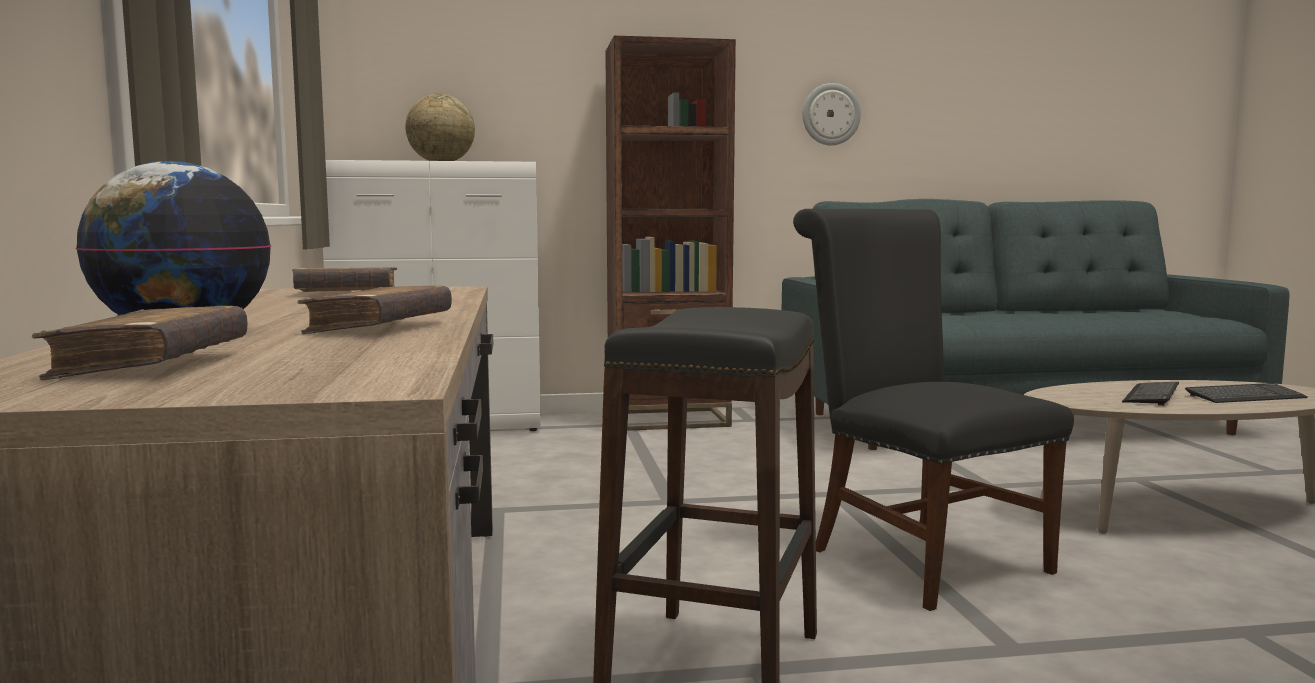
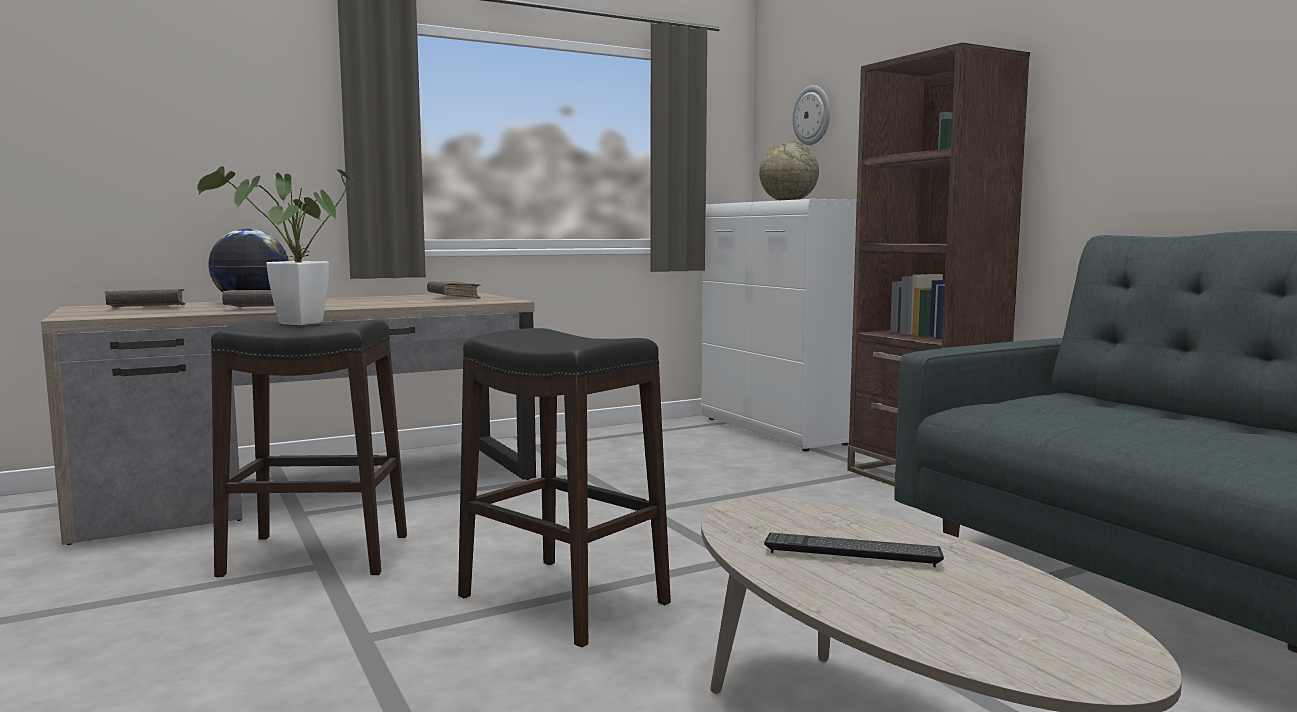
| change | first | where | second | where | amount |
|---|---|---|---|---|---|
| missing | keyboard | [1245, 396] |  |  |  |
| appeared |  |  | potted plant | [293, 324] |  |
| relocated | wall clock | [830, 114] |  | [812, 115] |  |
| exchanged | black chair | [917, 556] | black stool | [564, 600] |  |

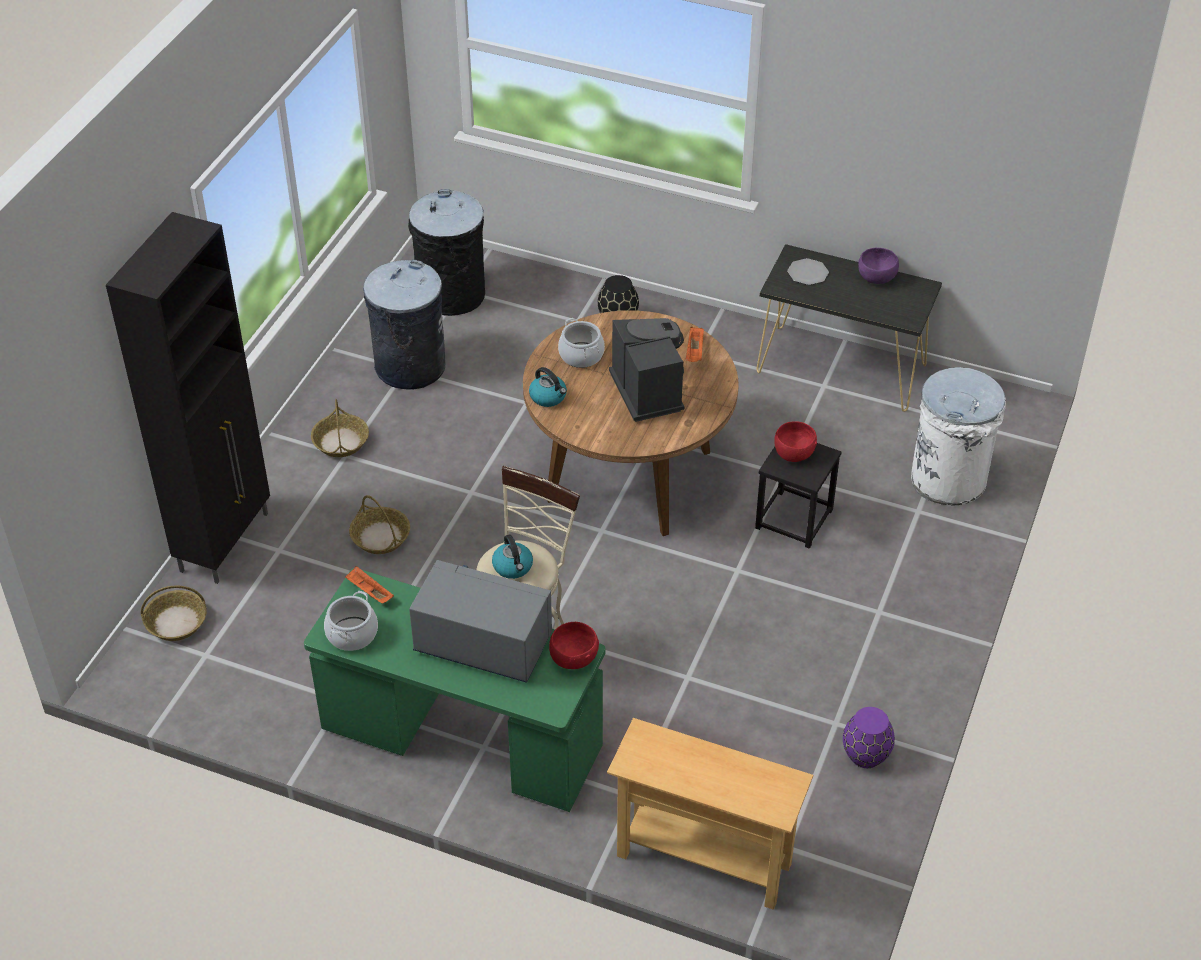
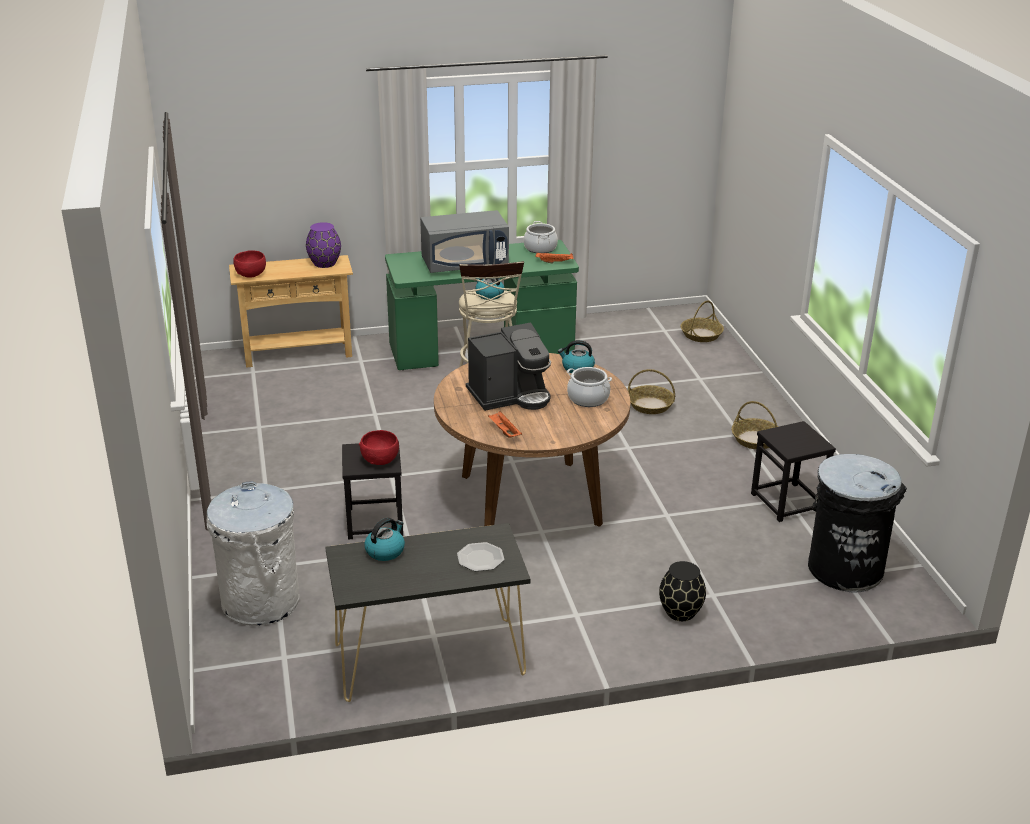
| change | first | where | second | where | amount |
|---|---|---|---|---|---|
| missing | black cabinet | [226, 541] |  |  |  |
| missing | purple bowl | [877, 277] |  |  |  |
| appeared |  |  | kettle | [385, 551] |  |
| relocated | red bowl | [573, 658] |  | [251, 274] |  |
| relocated | purple vase | [865, 756] |  | [324, 263] |  |
| exchanged | grey trash can | [409, 366] | black stool | [788, 502] |  |
| spun | coffee machine | [648, 391] |  | [510, 396] | 60 degrees counterclockwise |

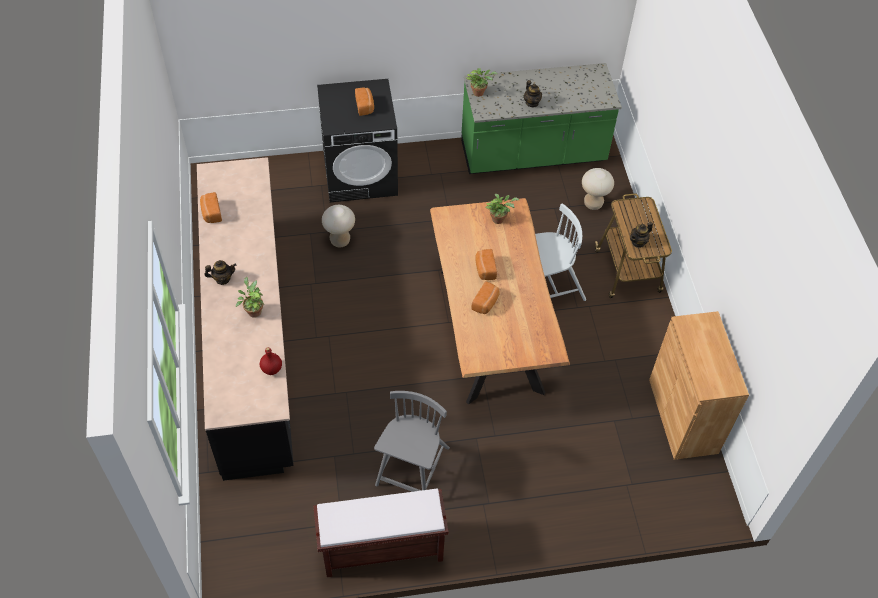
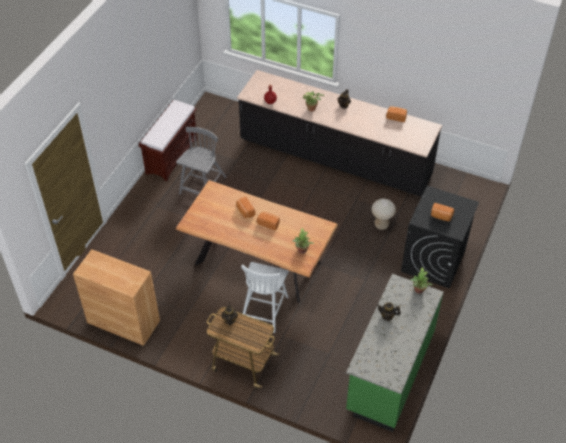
| change | first | where | second | where | amount |
|---|---|---|---|---|---|
| missing | beige stool | [593, 204] |  |  |  |
| spun | grey chair | [412, 468] |  | [202, 186] | 120 degrees counterclockwise |

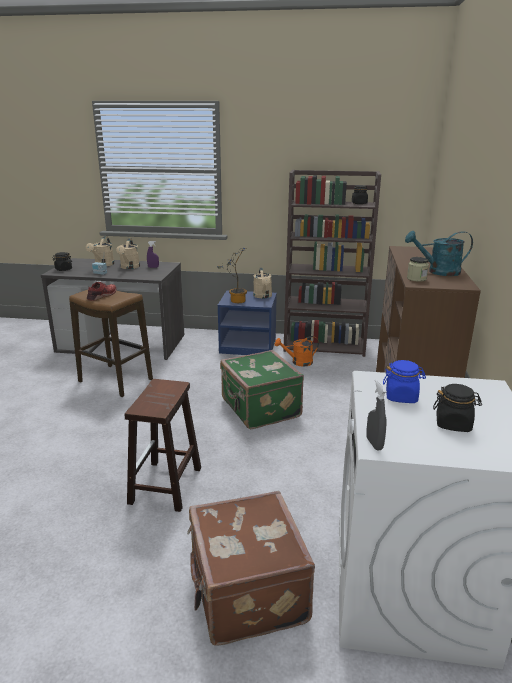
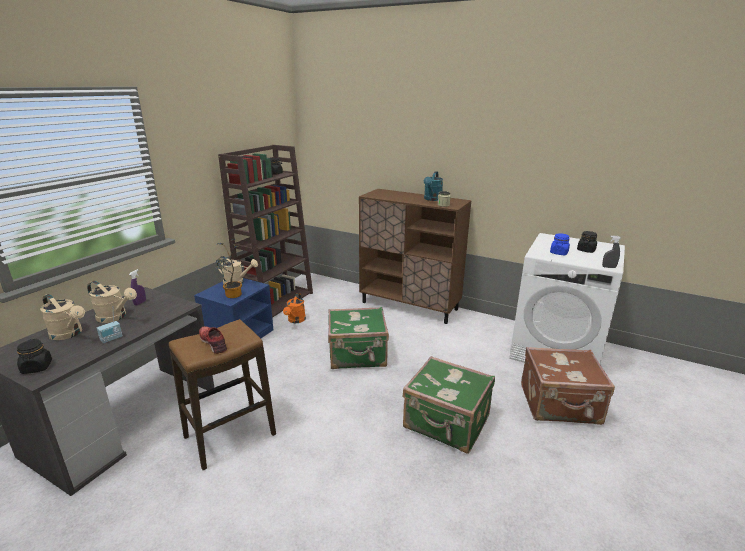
| change | first | where | second | where | amount |
|---|---|---|---|---|---|
| exchanged | brown stool | [165, 486] | green suitcase | [446, 423] |  |

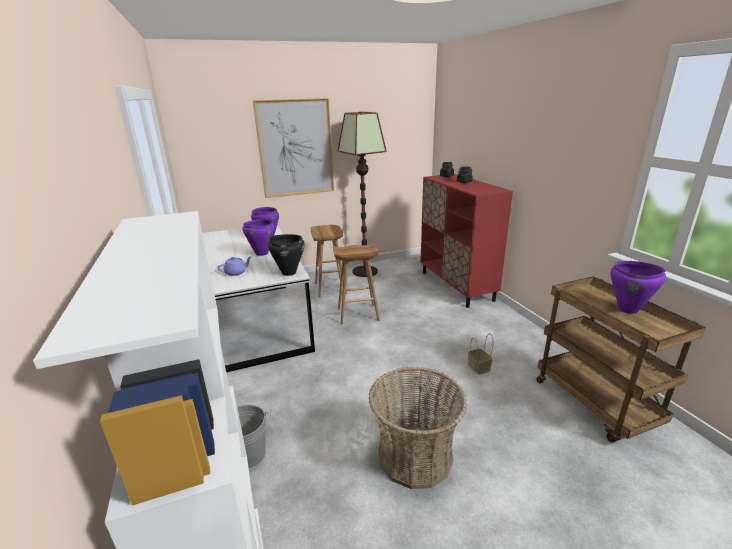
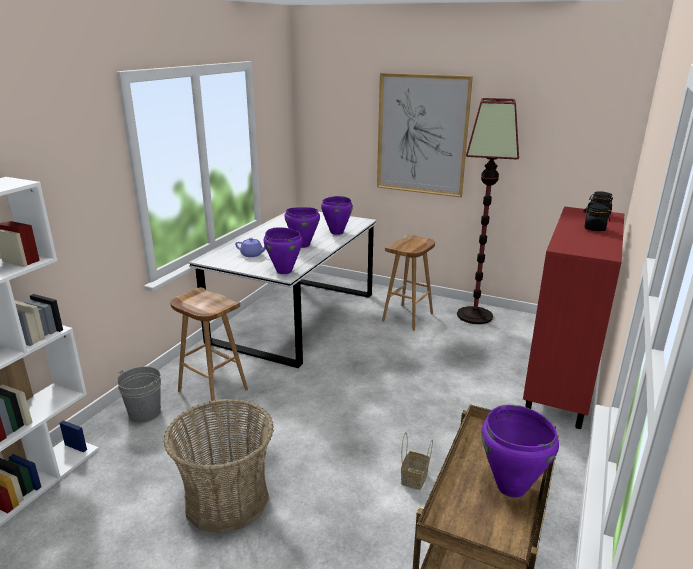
| change | first | where | second | where | amount |
|---|---|---|---|---|---|
| relocated | brown stool | [357, 314] |  | [211, 390] |  |
| colour | black cooking pot | [288, 273] | purple cooking pot | [284, 271] |  |

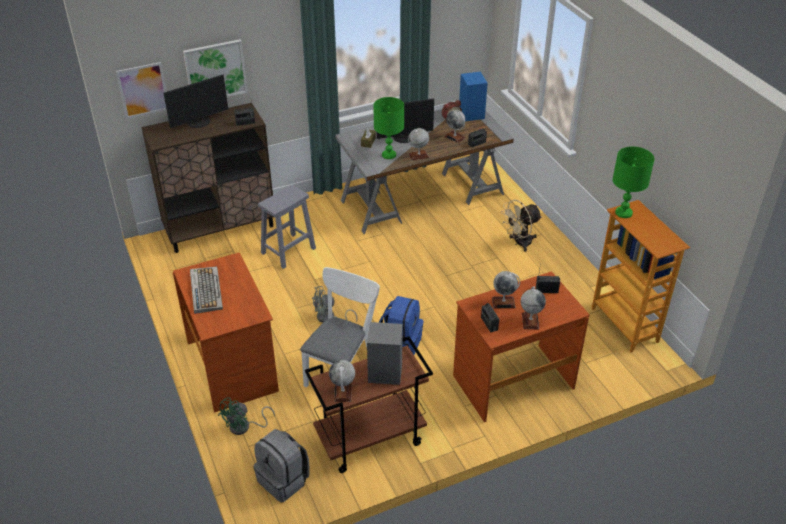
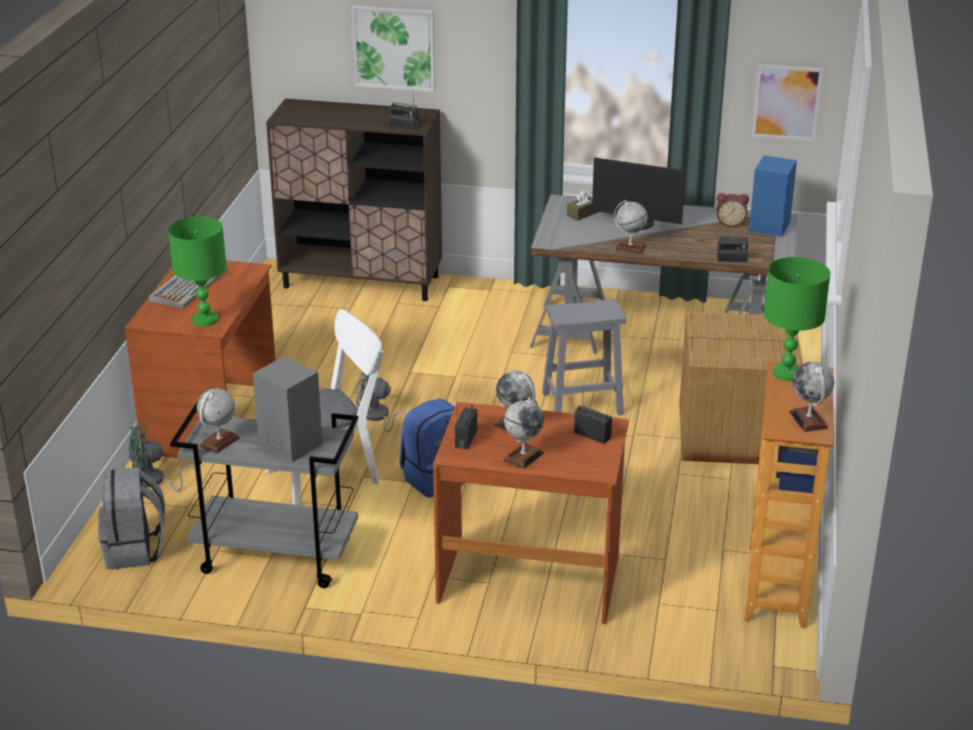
| change | first | where | second | where | amount |
|---|---|---|---|---|---|
| missing | monitor | [199, 122] |  |  |  |
| relocated | picture | [143, 90] |  | [786, 102] |  |
| relocated | grey stool | [288, 251] |  | [581, 404] |  |
| relocated | green table lamp | [389, 155] |  | [205, 320] |  |
| relocated | globe | [454, 137] |  | [808, 420] |  |
| exchanged | beige fan | [519, 243] | cardboard box | [736, 434] |  |
| colour | brown cart | [369, 440] | grey cart | [274, 557] |  |

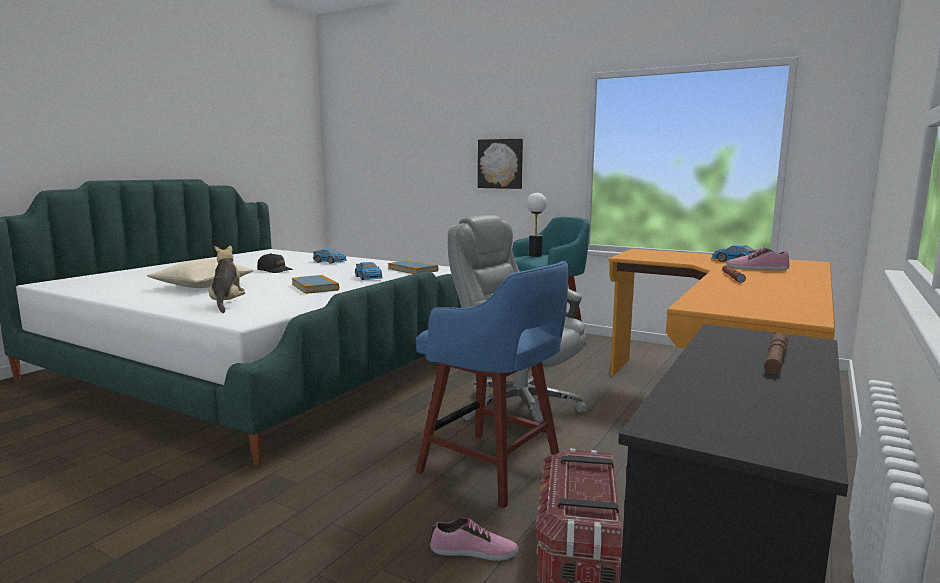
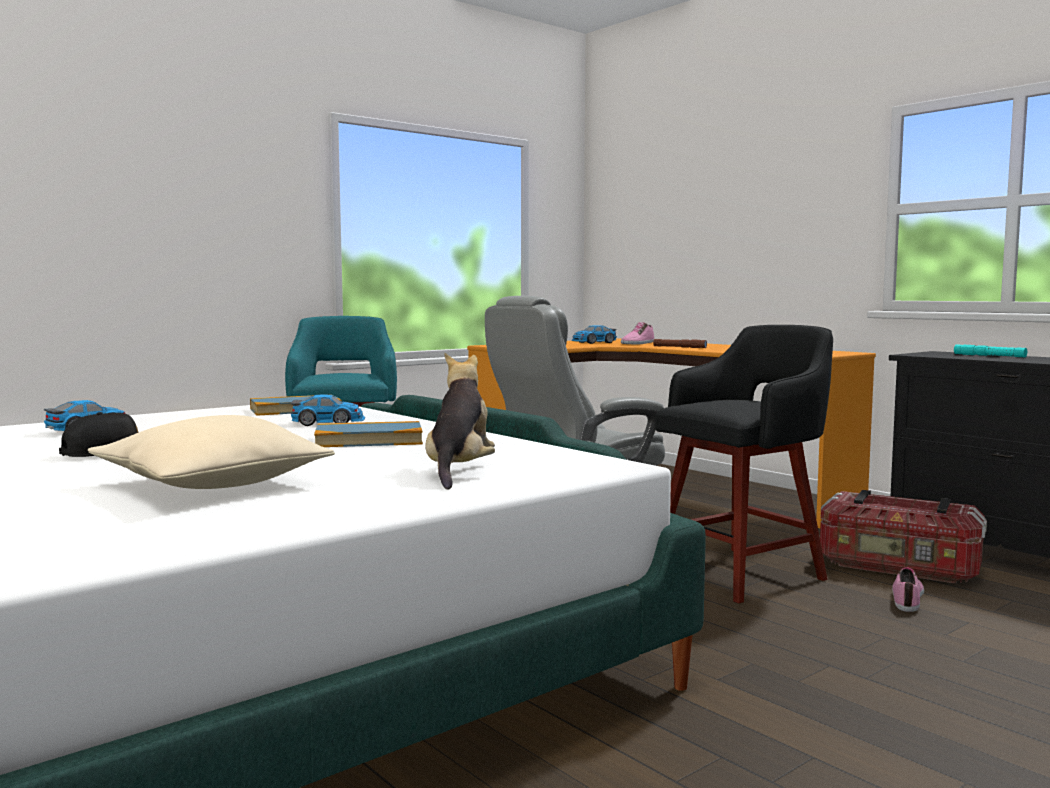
| change | first | where | second | where | amount |
|---|---|---|---|---|---|
| missing | picture | [500, 164] |  |  |  |
| missing | table lamp | [535, 255] |  |  |  |
| colour | blue stool | [493, 469] | black stool | [741, 573] |  |
| colour | brown flashlight | [775, 359] | turquoise flashlight | [989, 356] |  |
| spun | plush toy | [227, 304] |  | [459, 471] | 90 degrees clockwise |

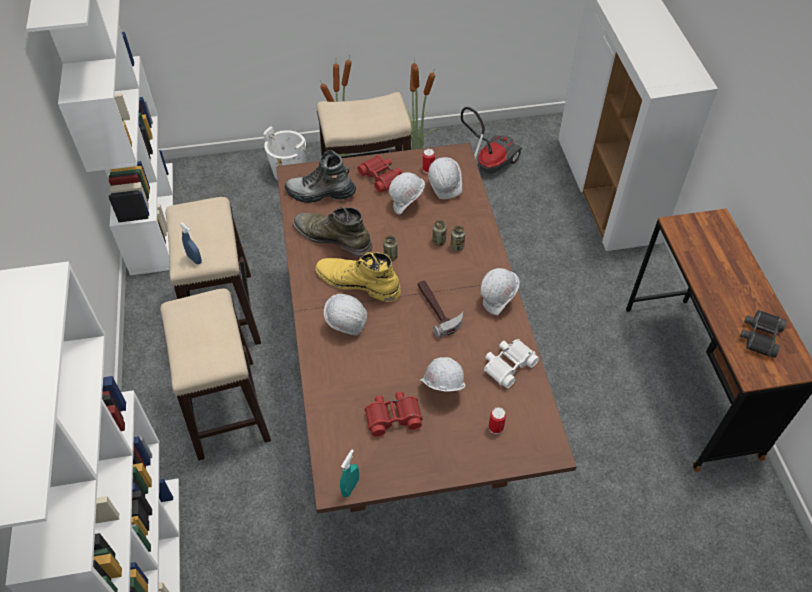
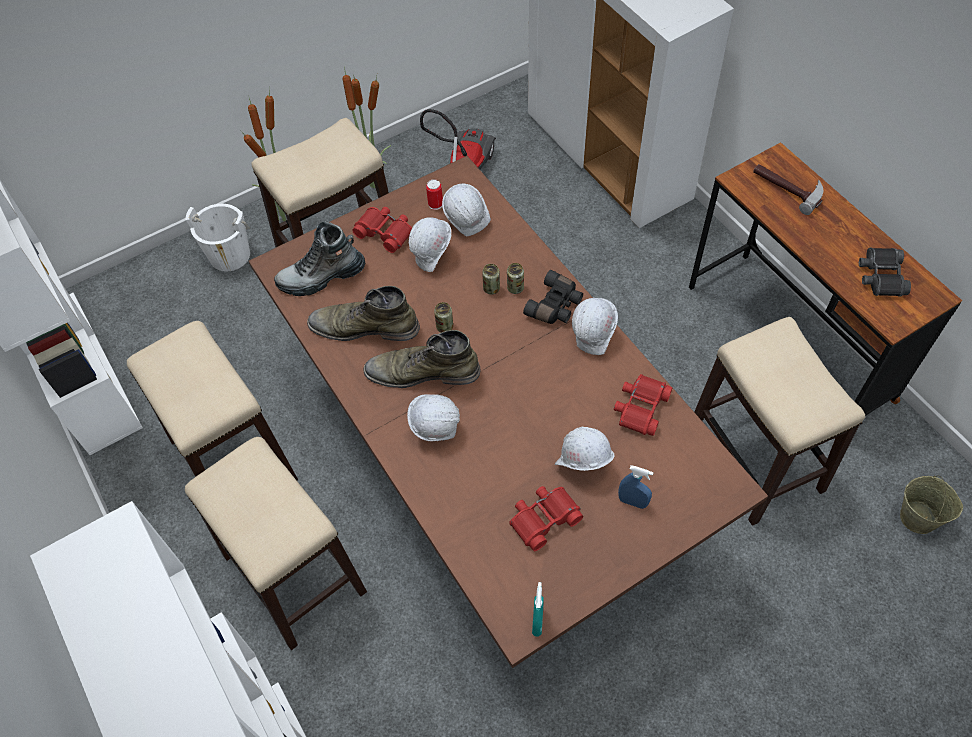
| change | first | where | second | where | amount |
|---|---|---|---|---|---|
| missing | can | [496, 427] |  |  |  |
| appeared |  |  | black binoculars | [555, 306] |  |
| appeared |  |  | stool | [756, 460] |  |
| appeared |  |  | beige bucket | [918, 518] |  |
| relocated | blue spray bottle | [194, 259] |  | [632, 502] |  |
| relocated | hammer | [438, 309] |  | [787, 188] |  |
| colour | yellow boot | [358, 282] | green boot | [422, 372] |  |
| colour | white binoculars | [508, 365] | red binoculars | [640, 408] |  |

